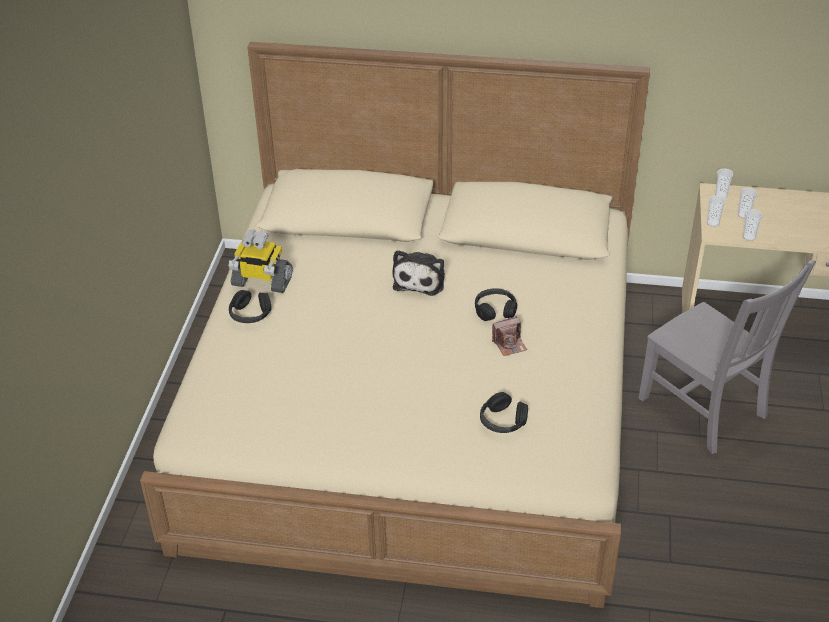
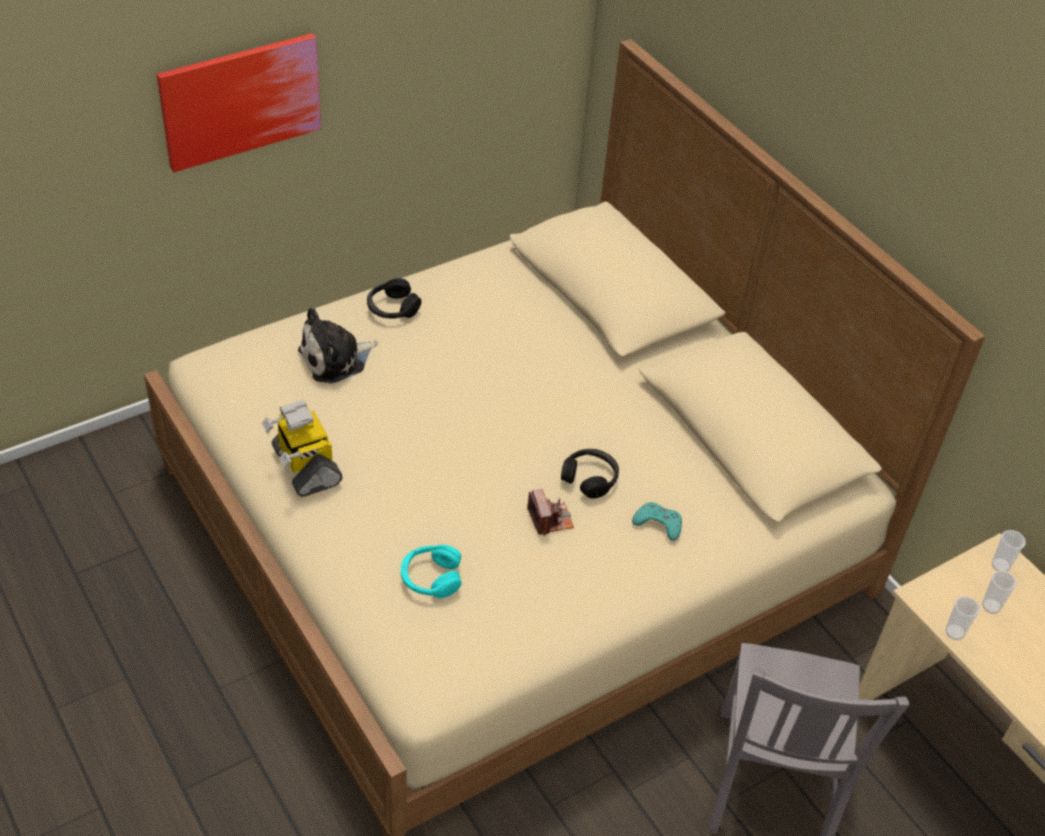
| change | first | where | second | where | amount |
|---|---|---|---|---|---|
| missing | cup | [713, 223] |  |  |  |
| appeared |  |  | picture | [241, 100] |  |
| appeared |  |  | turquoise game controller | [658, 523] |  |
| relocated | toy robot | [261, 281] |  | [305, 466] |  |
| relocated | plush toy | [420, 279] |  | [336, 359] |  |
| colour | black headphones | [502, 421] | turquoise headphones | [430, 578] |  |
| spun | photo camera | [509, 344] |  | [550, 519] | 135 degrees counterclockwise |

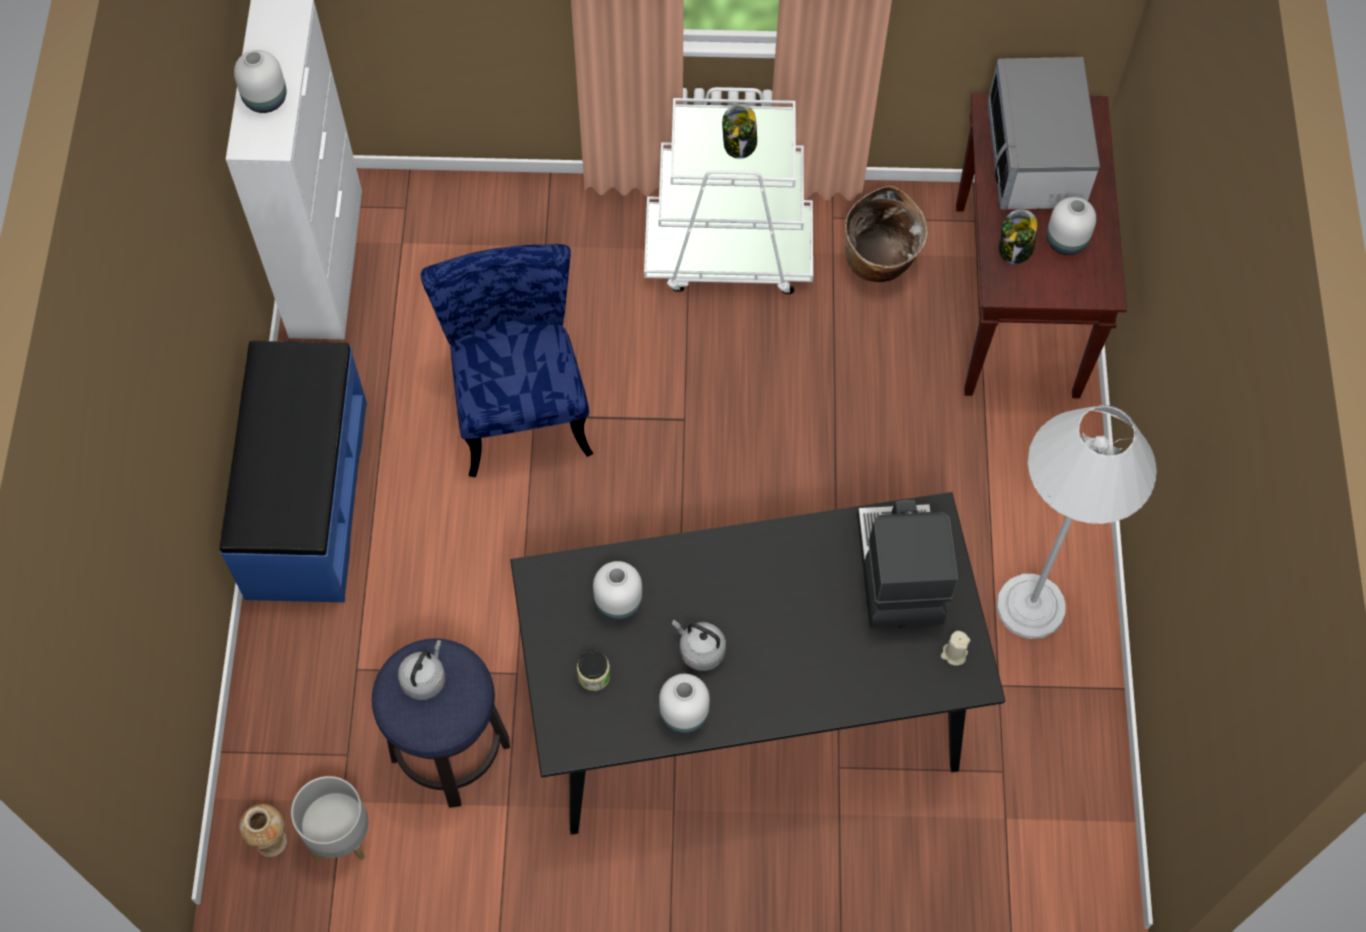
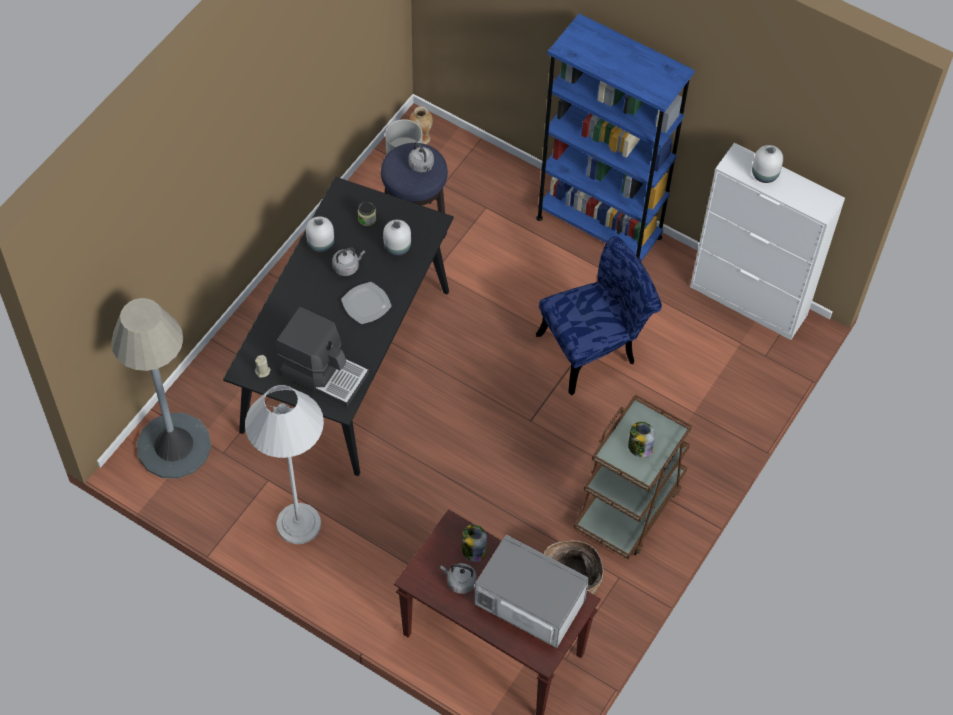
| change | first | where | second | where | amount |
|---|---|---|---|---|---|
| appeared |  |  | grey floor lamp | [174, 446] |  |
| appeared |  |  | plate | [366, 304] |  |
| exchanged | blue bench | [305, 498] | blue bookcase | [599, 227] |  |
| exchanged | white vase | [1067, 241] | grey kettle | [459, 582] |  |
| colour | white cart | [729, 252] | brown cart | [629, 505] |  |
| spun | blue chair | [519, 402] |  | [594, 348] | 45 degrees counterclockwise |

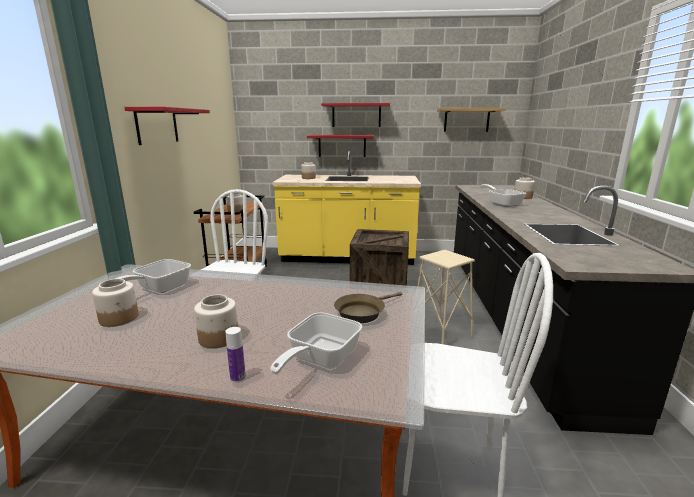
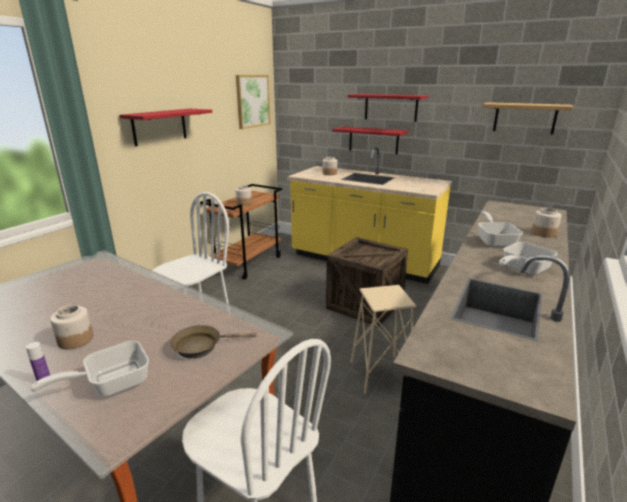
| change | first | where | second | where | amount |
|---|---|---|---|---|---|
| missing | jar | [119, 318] |  |  |  |
| appeared |  |  | picture | [252, 101] |  |
| relocated | frying pan | [158, 288] |  | [522, 270] |  |

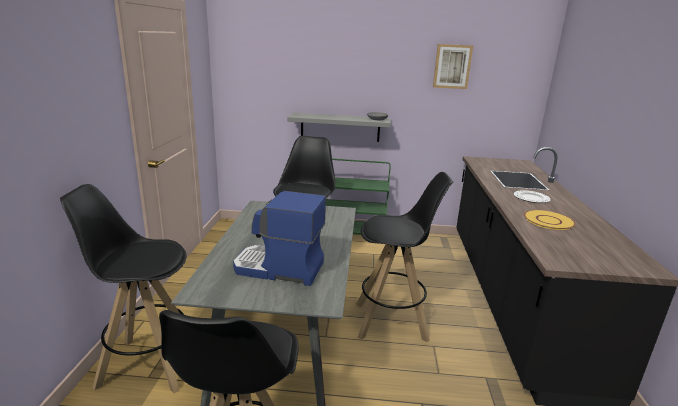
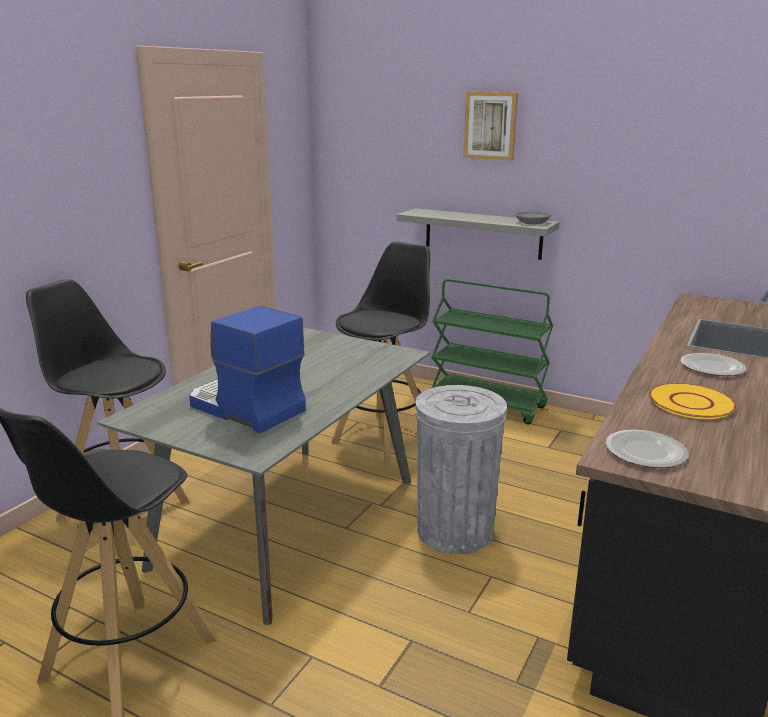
| change | first | where | second | where | amount |
|---|---|---|---|---|---|
| appeared |  |  | plate | [644, 452] |  |
| relocated | picture | [452, 66] |  | [490, 125] |  |
| exchanged | black stool | [392, 321] | grey trash can | [455, 531] |  |

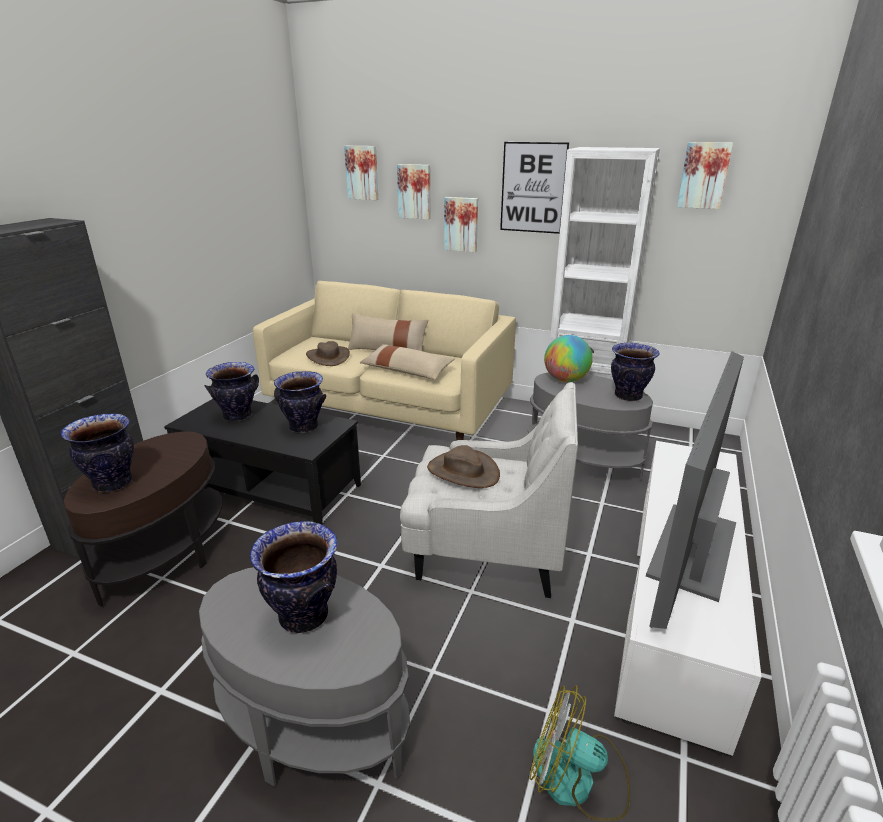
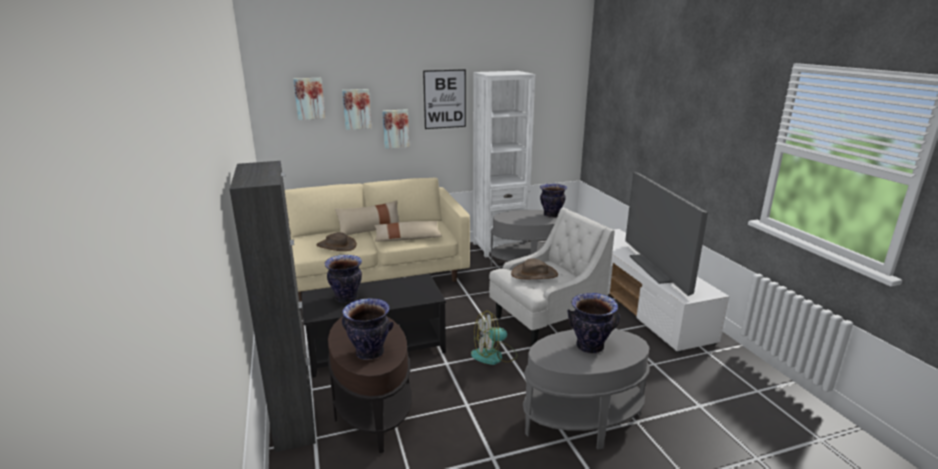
| change | first | where | second | where | amount |
|---|---|---|---|---|---|
| missing | vase | [303, 427] |  |  |  |
| missing | globe | [565, 380] |  |  |  |
| missing | picture | [703, 175] |  |  |  |
| relocated | fan | [577, 779] |  | [494, 355] |  |

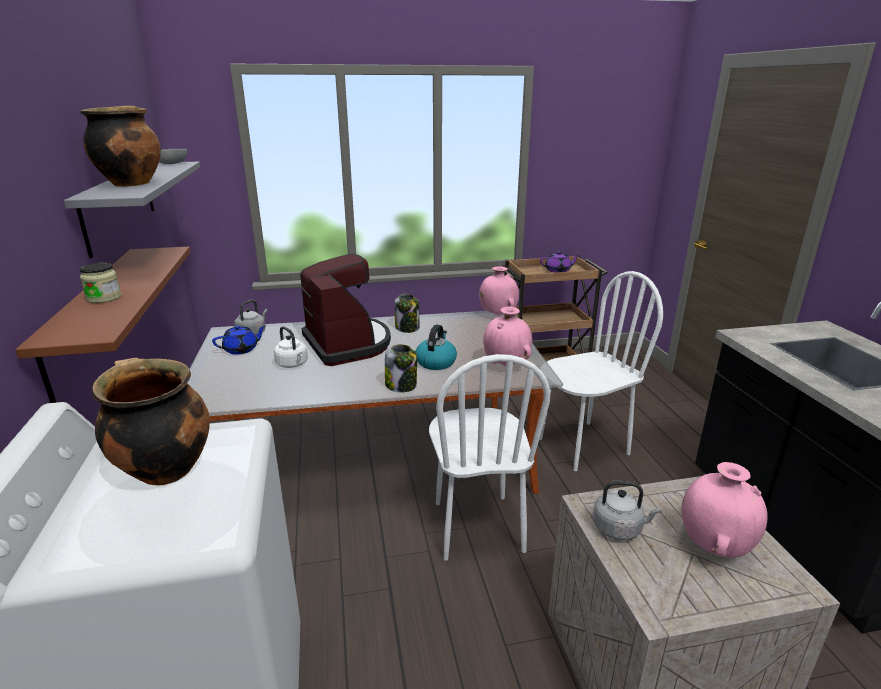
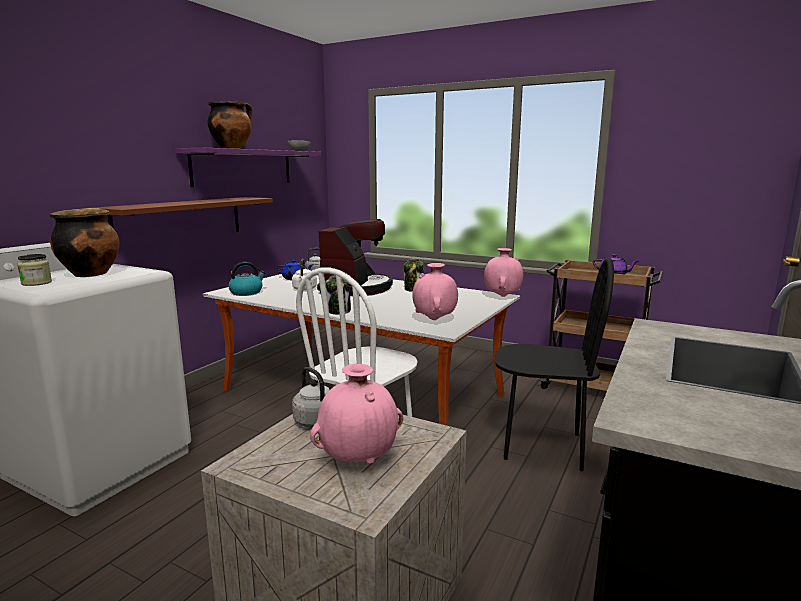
| change | first | where | second | where | amount |
|---|---|---|---|---|---|
| relocated | jar | [104, 298] |  | [36, 283] |  |
| relocated | kettle | [436, 362] |  | [246, 292] |  |
| colour | grey shelf | [120, 204] | purple shelf | [243, 167] |  |
| colour | white chair | [583, 445] | black chair | [542, 447] |  |

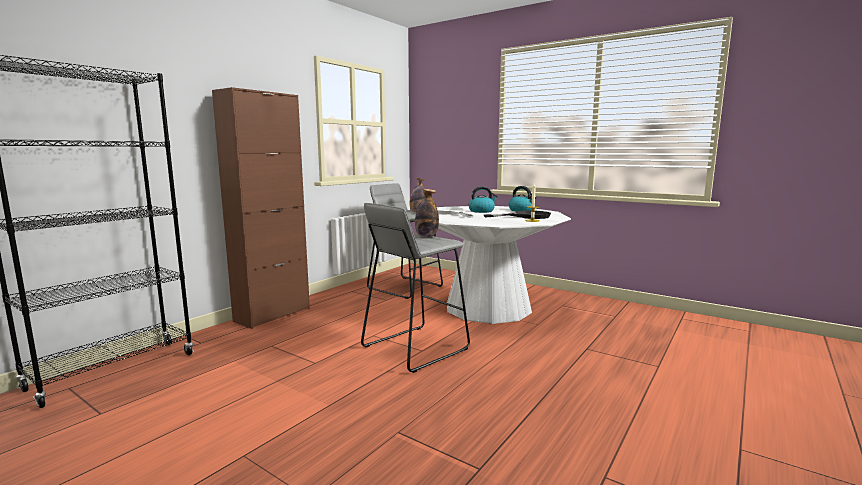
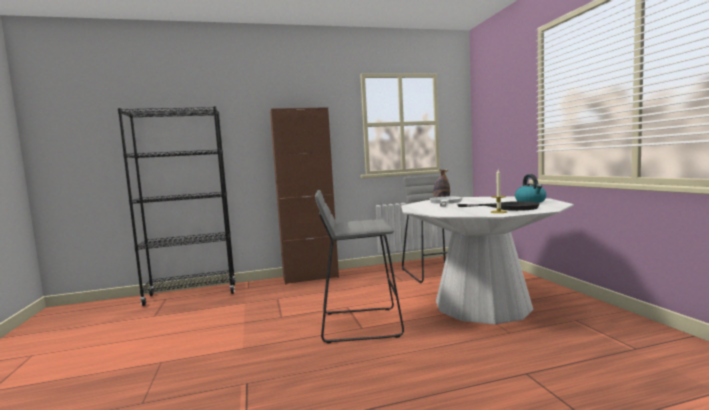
| change | first | where | second | where | amount |
|---|---|---|---|---|---|
| missing | bottle | [426, 236] |  |  |  |
| missing | kettle | [482, 211] |  |  |  |

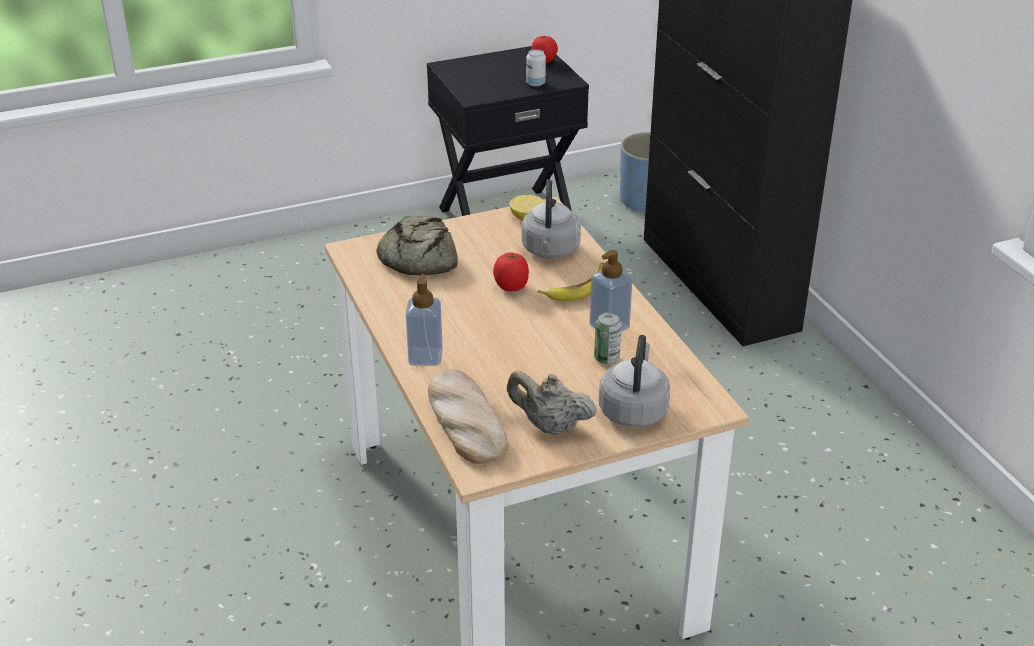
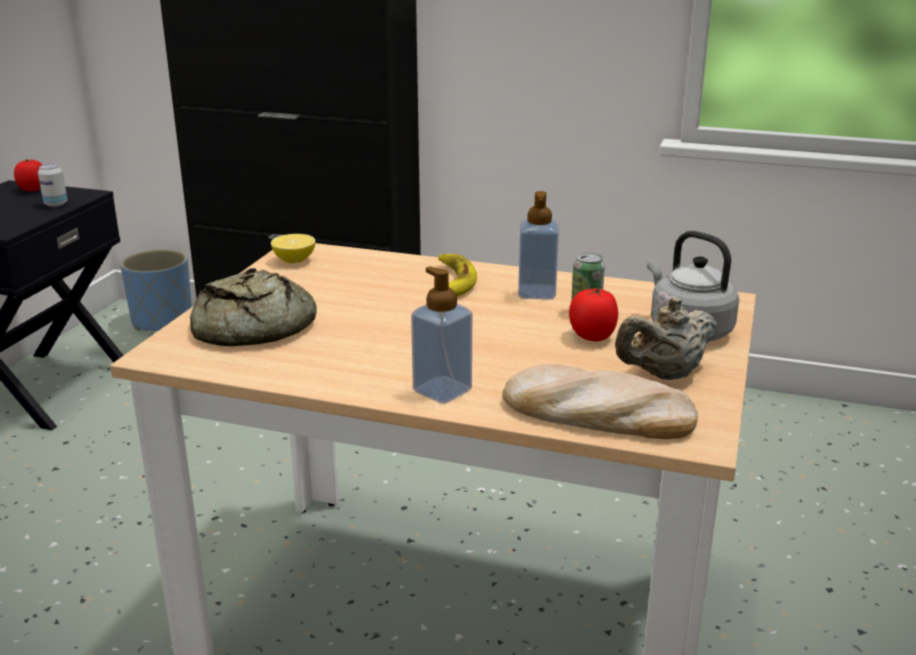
| change | first | where | second | where | amount |
|---|---|---|---|---|---|
| missing | grey kettle | [550, 251] |  |  |  |
| relocated | tomato | [511, 287] |  | [592, 337] |  |

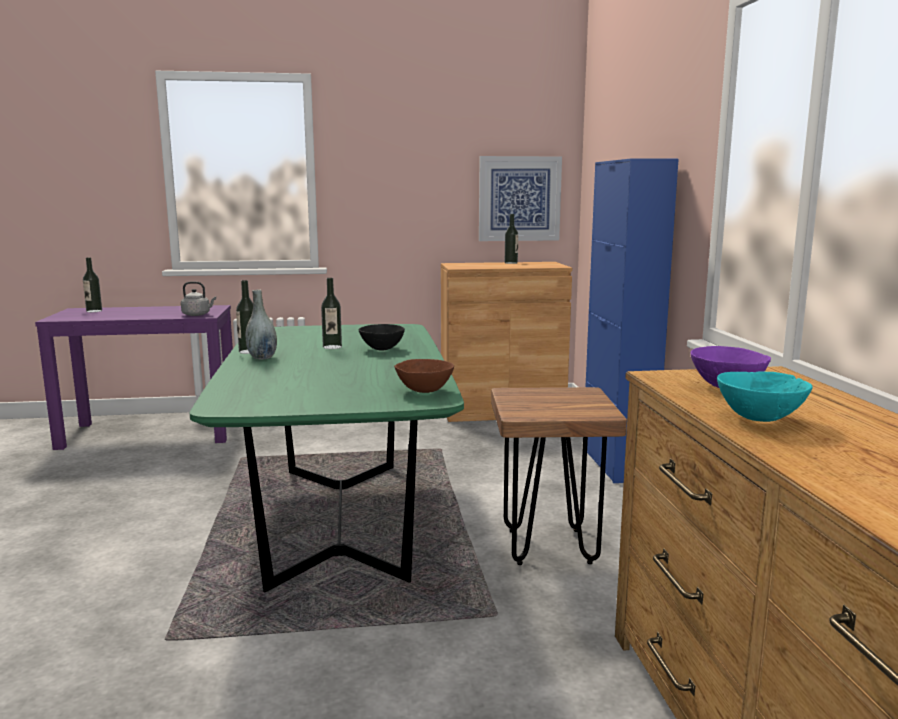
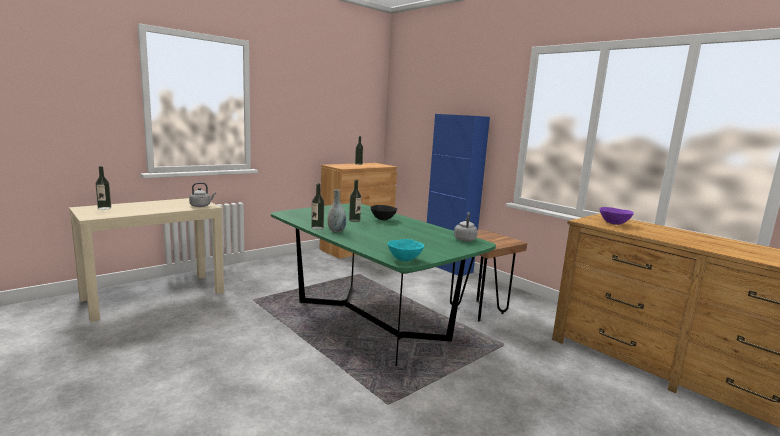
| change | first | where | second | where | amount |
|---|---|---|---|---|---|
| missing | picture | [519, 199] |  |  |  |
| relocated | turquoise bowl | [760, 419] |  | [405, 260] |  |
| exchanged | brown bowl | [425, 391] | grey kettle | [465, 239] |  |
| colour | purple console table | [151, 433] | beige console table | [155, 295] |  |

